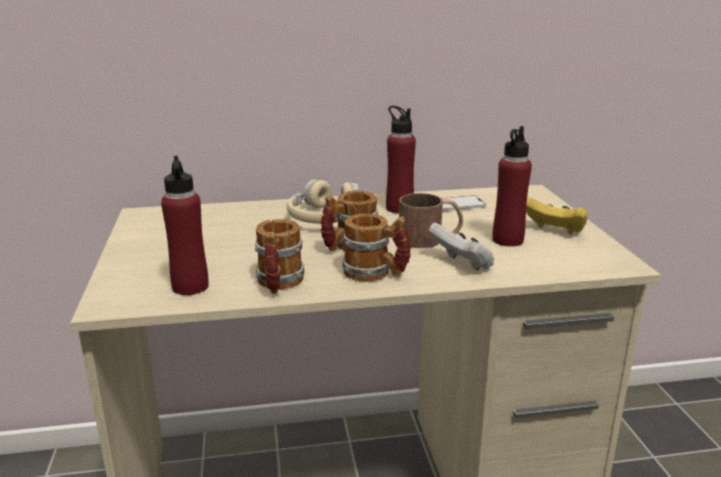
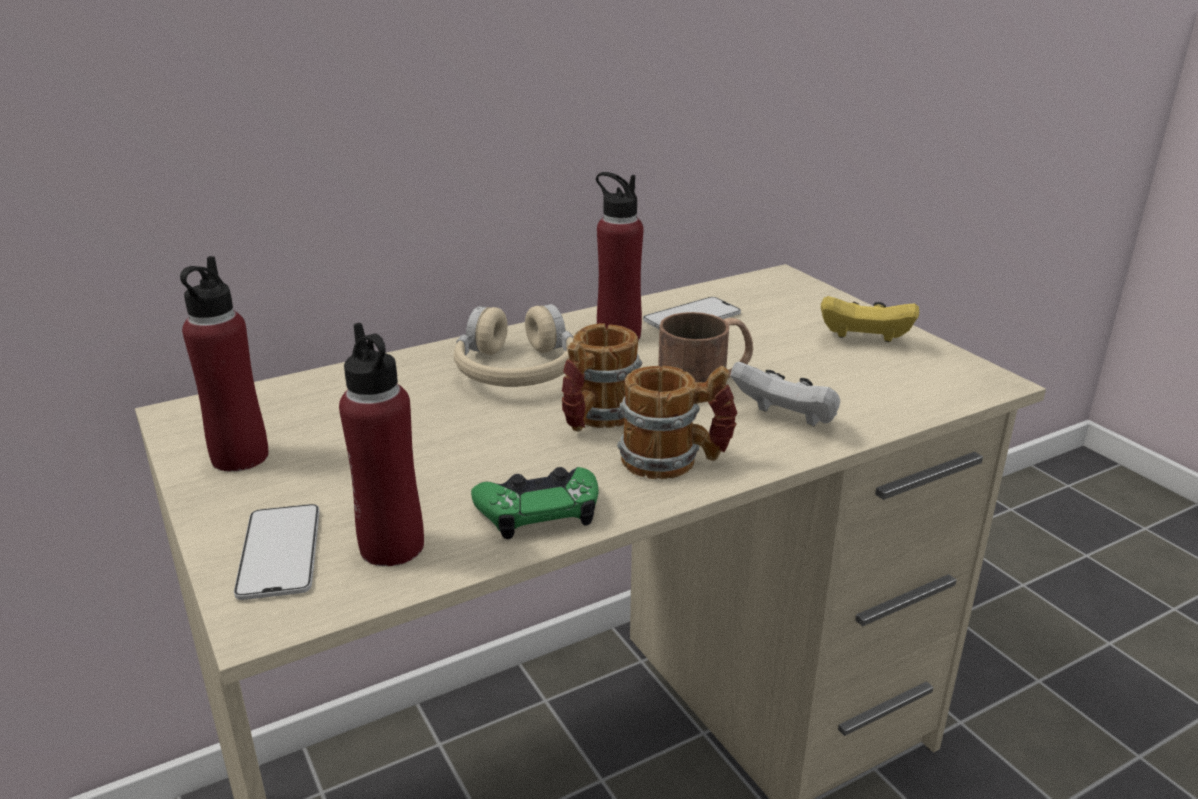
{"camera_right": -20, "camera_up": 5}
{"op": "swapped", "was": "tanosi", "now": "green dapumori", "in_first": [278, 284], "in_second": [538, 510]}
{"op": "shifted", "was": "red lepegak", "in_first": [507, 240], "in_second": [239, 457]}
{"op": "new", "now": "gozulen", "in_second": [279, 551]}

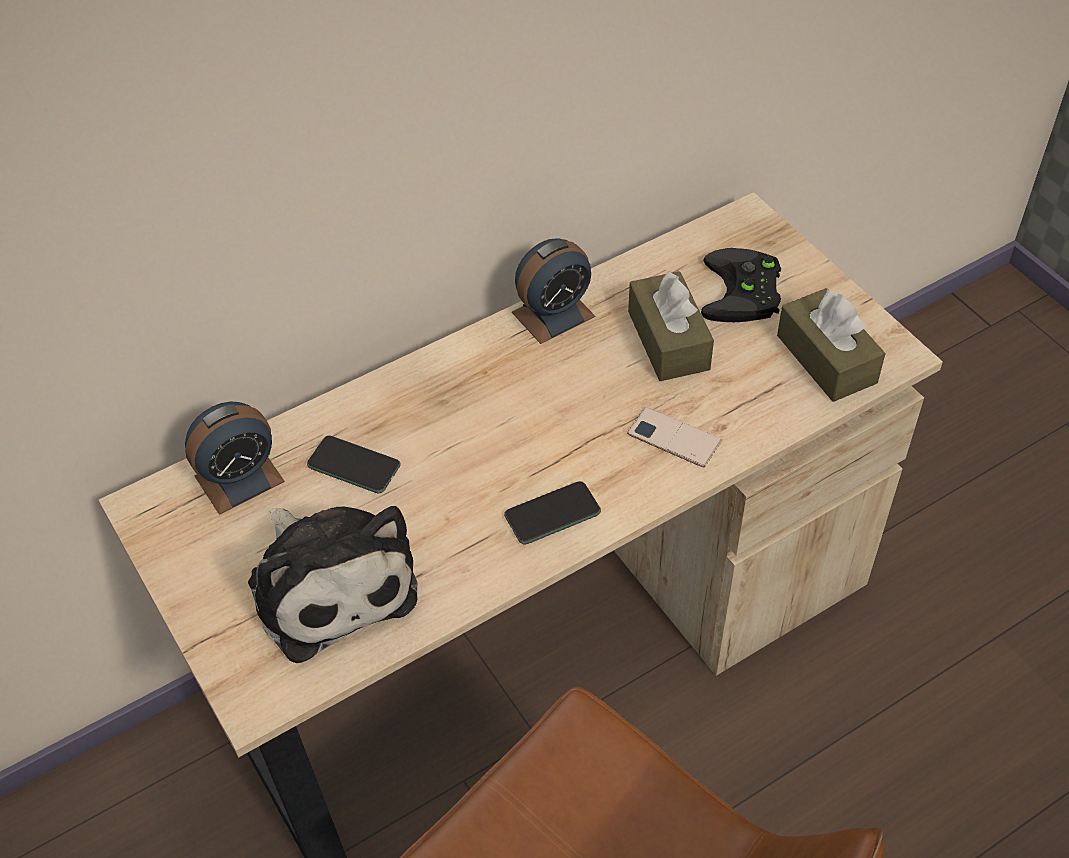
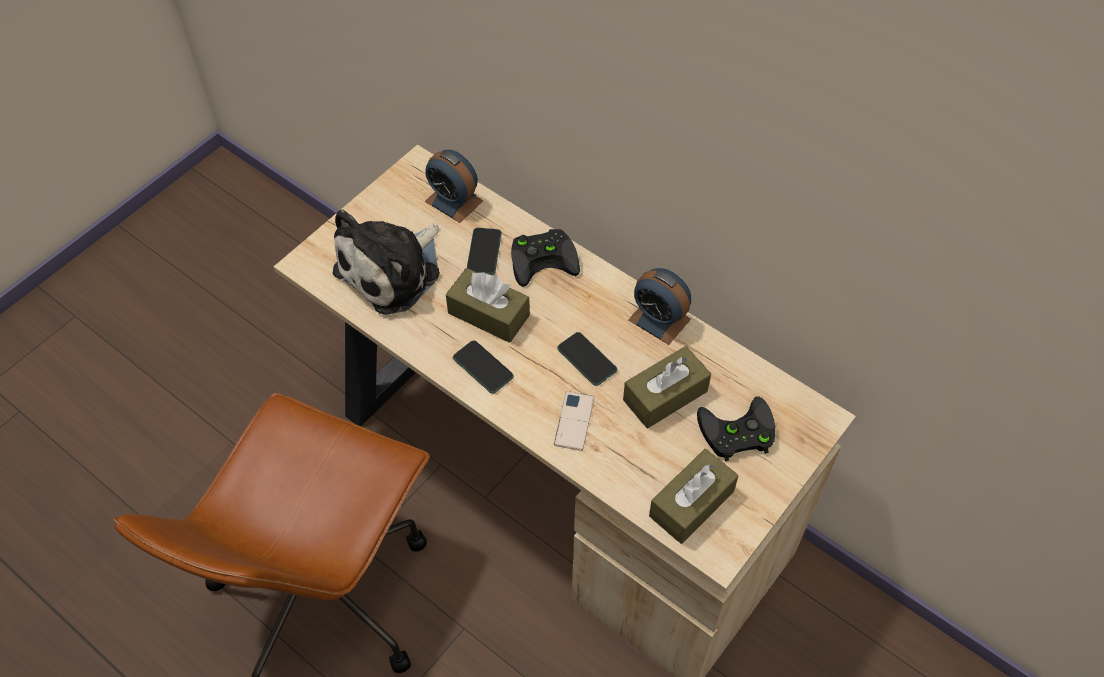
{"camera_right": 70, "camera_up": 5}
{"op": "new", "now": "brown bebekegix", "in_second": [488, 314]}
{"op": "new", "now": "black dapumori", "in_second": [545, 258]}
{"op": "new", "now": "gozulen", "in_second": [587, 359]}

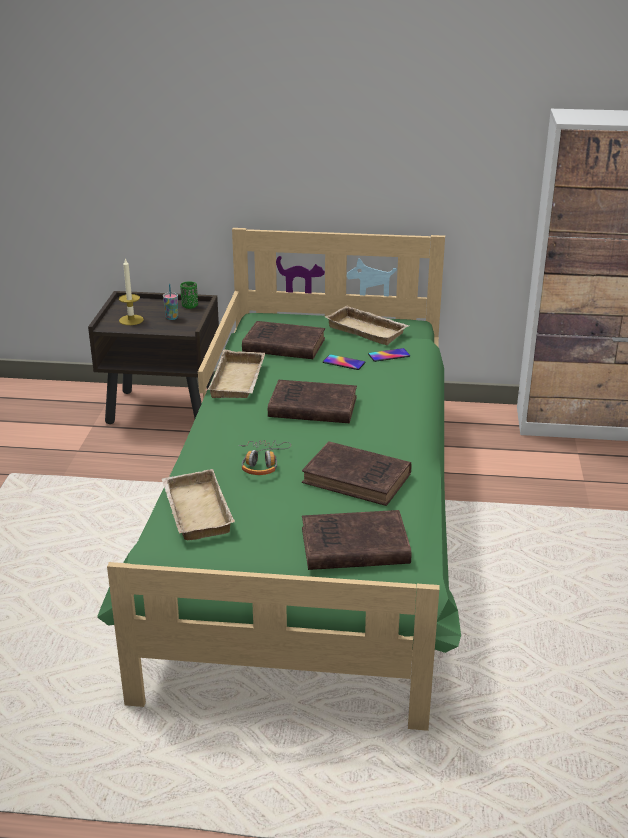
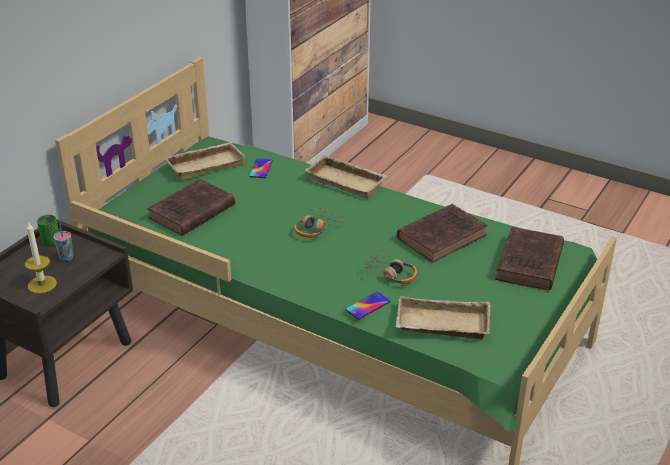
{"camera_right": -65, "camera_up": 5}
{"op": "shifted", "was": "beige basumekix", "in_first": [240, 381], "in_second": [347, 181]}
{"op": "swapped", "was": "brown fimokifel", "now": "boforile", "in_first": [310, 407], "in_second": [317, 228]}
{"op": "shifted", "was": "gozulen", "in_first": [344, 362], "in_second": [367, 306]}

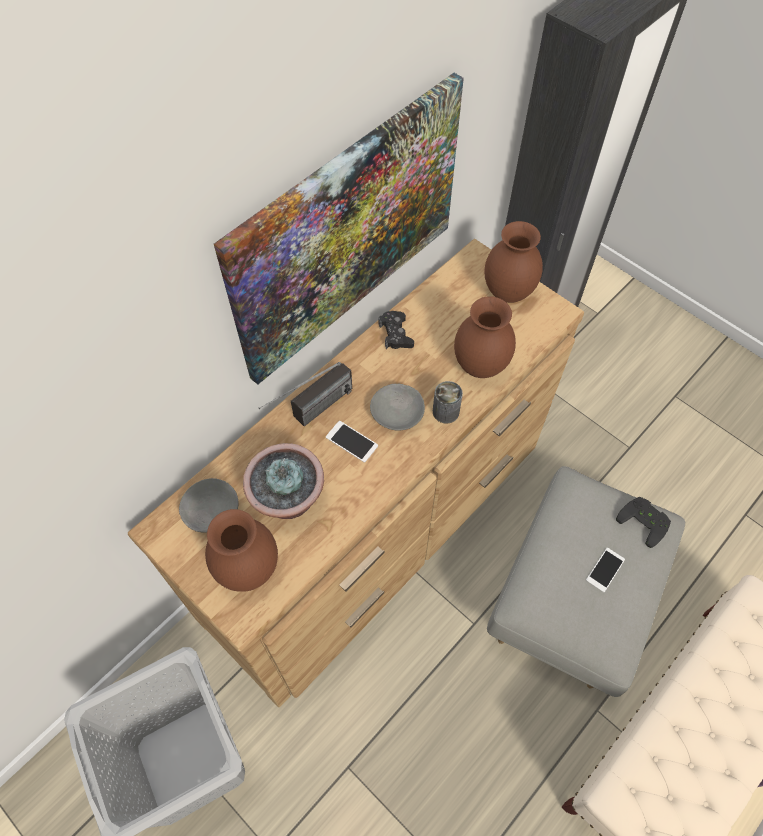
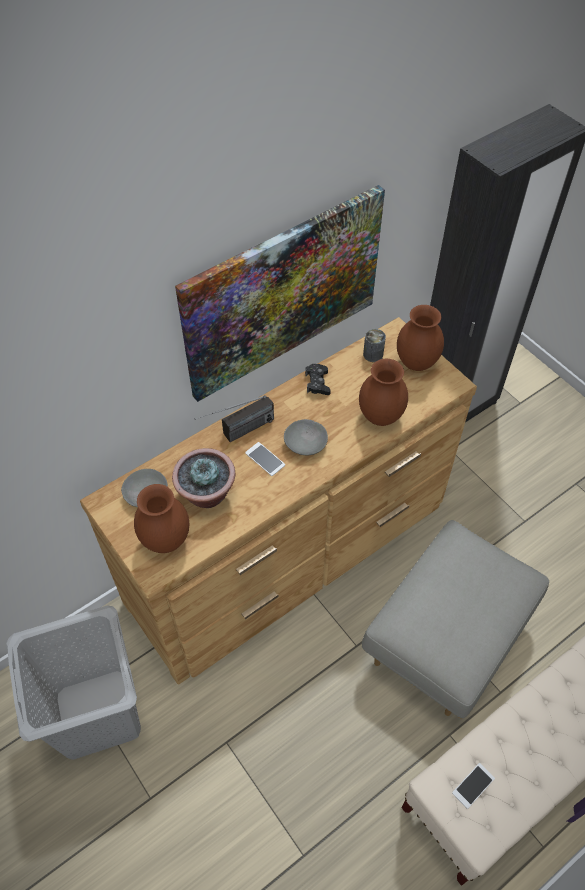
{"camera_right": 10, "camera_up": -5}
{"op": "shifted", "was": "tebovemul", "in_first": [445, 411], "in_second": [373, 354]}
{"op": "shifted", "was": "gozulen", "in_first": [605, 569], "in_second": [473, 785]}
{"op": "gone", "was": "black dapumori", "in_first": [645, 520]}

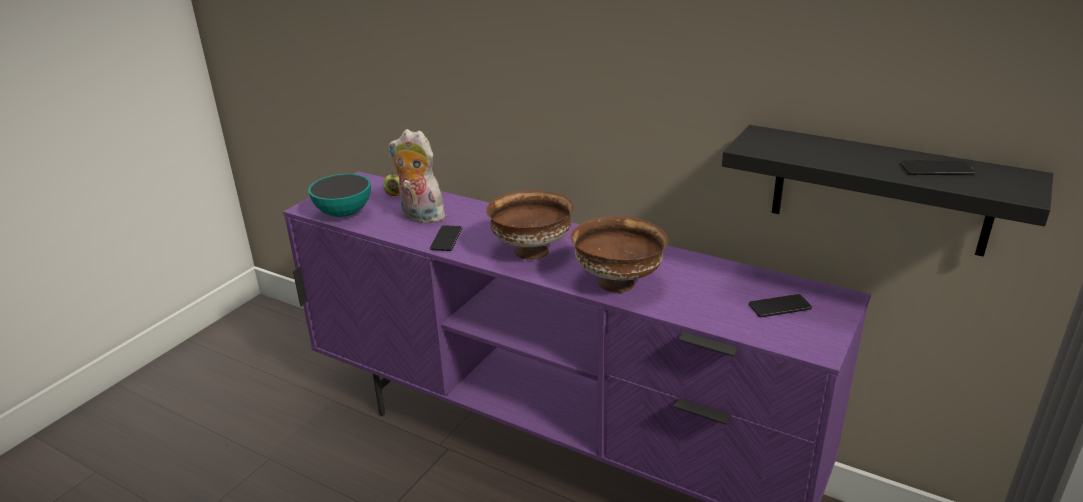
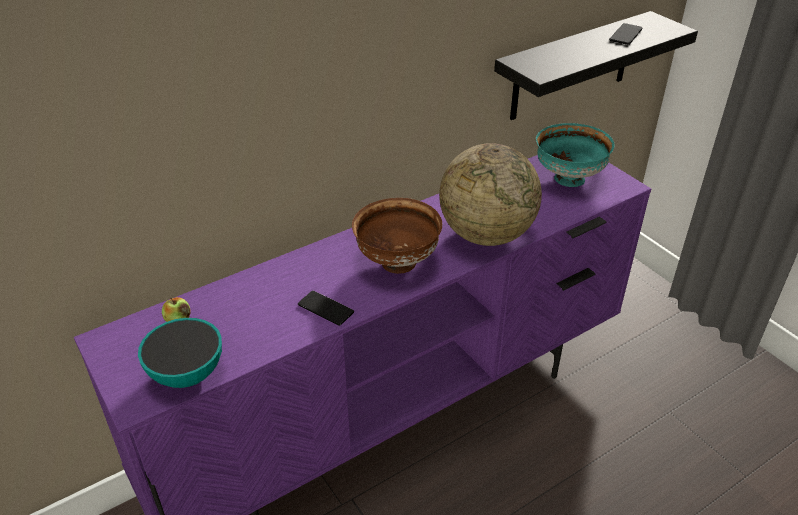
{"camera_right": -65, "camera_up": 10}
{"op": "gone", "was": "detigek", "in_first": [419, 217]}
{"op": "swapped", "was": "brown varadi", "now": "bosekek", "in_first": [617, 282], "in_second": [486, 234]}
{"op": "swapped", "was": "gozulen", "now": "turquoise varadi", "in_first": [779, 306], "in_second": [568, 178]}

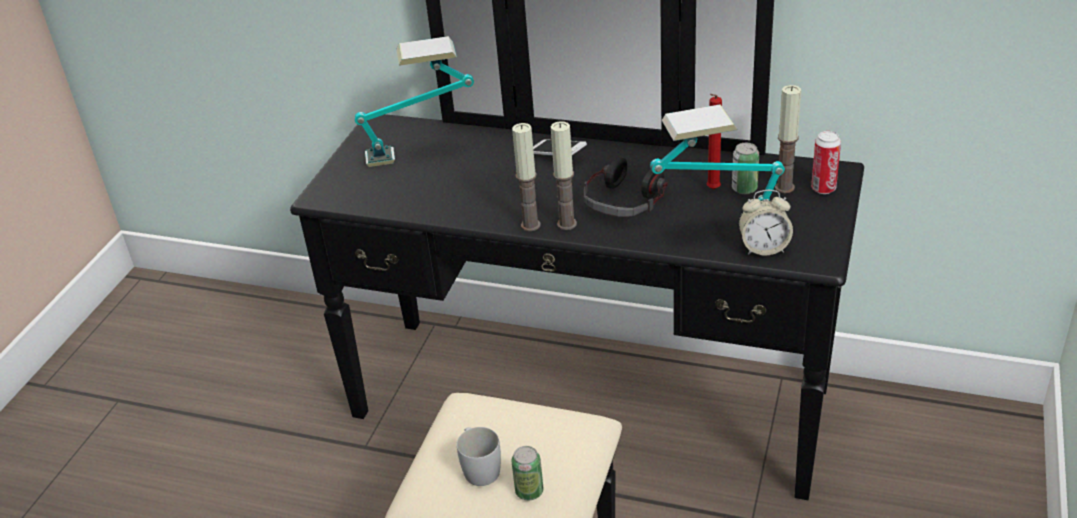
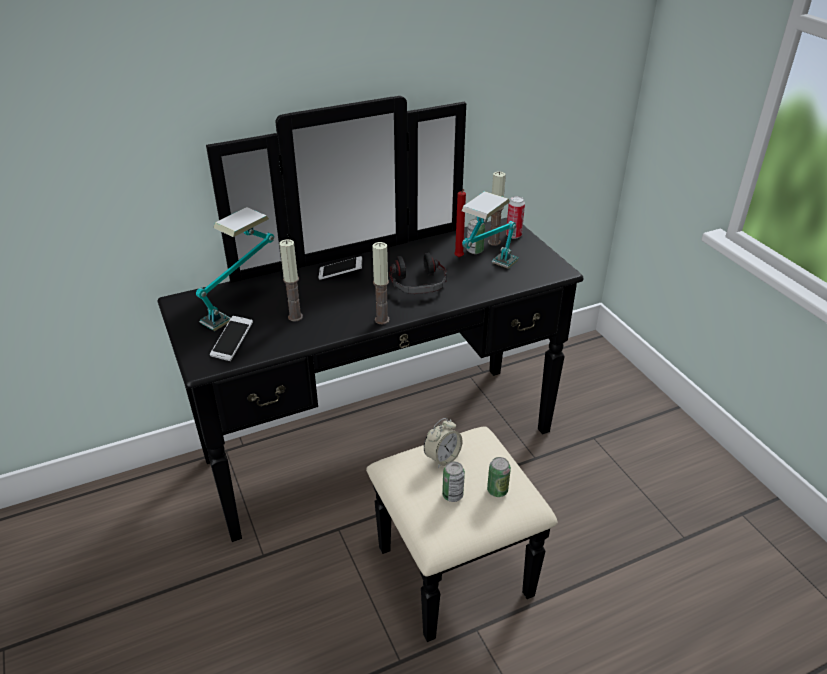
{"camera_right": -45, "camera_up": 0}
{"op": "swapped", "was": "white tanosi", "now": "tebovemul", "in_first": [479, 467], "in_second": [452, 495]}
{"op": "shifted", "was": "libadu", "in_first": [567, 224], "in_second": [295, 317]}
{"op": "shifted", "was": "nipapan", "in_first": [764, 248], "in_second": [442, 458]}
{"op": "new", "now": "gozulen", "in_second": [232, 344]}

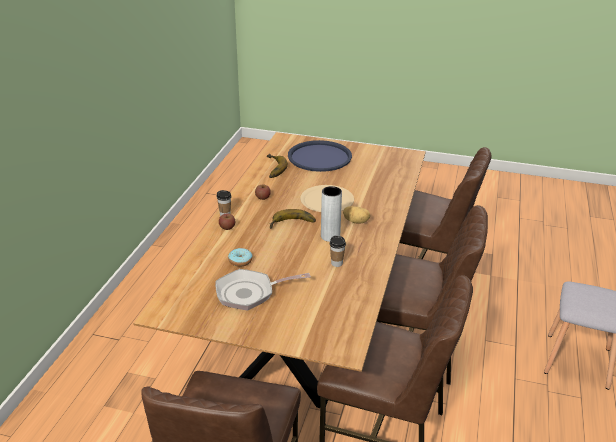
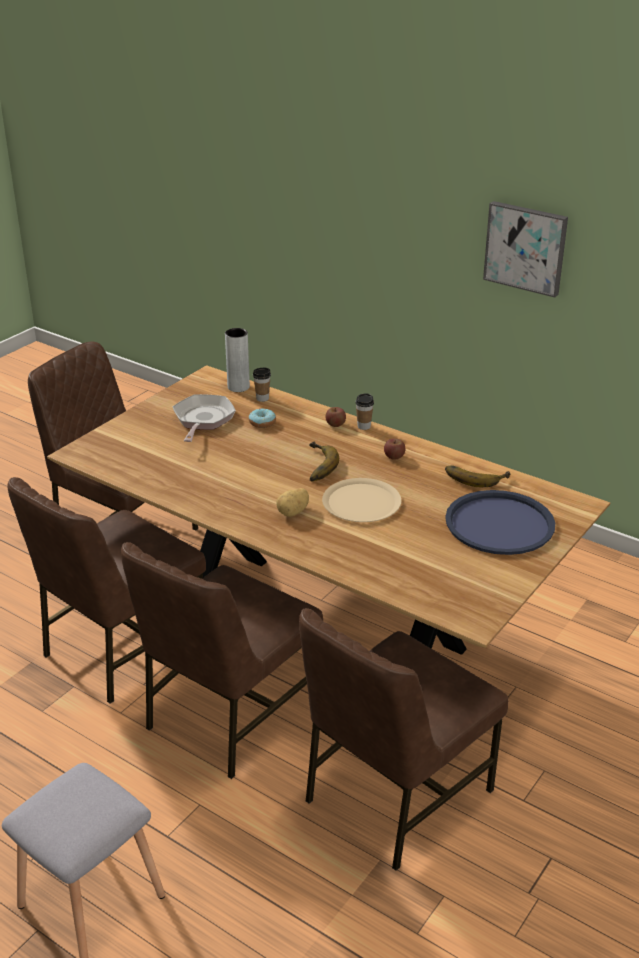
{"camera_right": 110, "camera_up": 0}
{"op": "shifted", "was": "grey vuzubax", "in_first": [330, 236], "in_second": [238, 387]}
{"op": "shifted", "was": "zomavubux", "in_first": [336, 263], "in_second": [262, 398]}
{"op": "new", "now": "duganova", "in_second": [526, 248]}

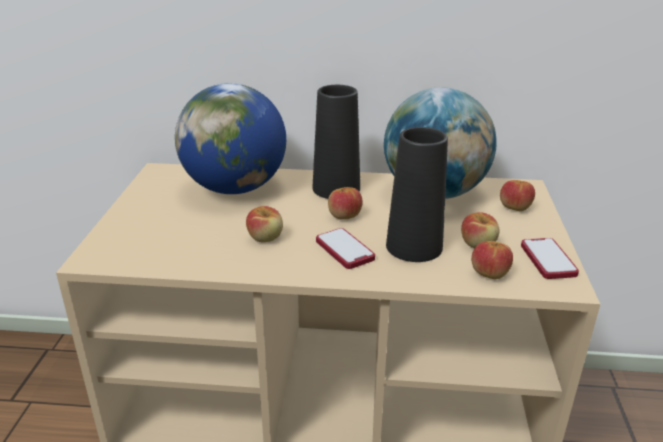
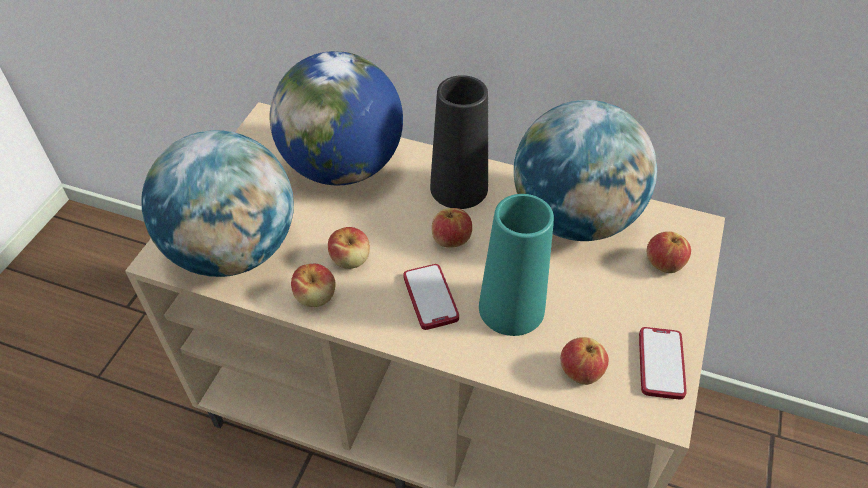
{"camera_right": 15, "camera_up": 20}
{"op": "repainted", "was": "black vuzubax", "now": "turquoise vuzubax", "in_first": [414, 246], "in_second": [511, 308]}
{"op": "shifted", "was": "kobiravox", "in_first": [478, 244], "in_second": [315, 296]}
{"op": "new", "now": "bosekek", "in_second": [234, 250]}

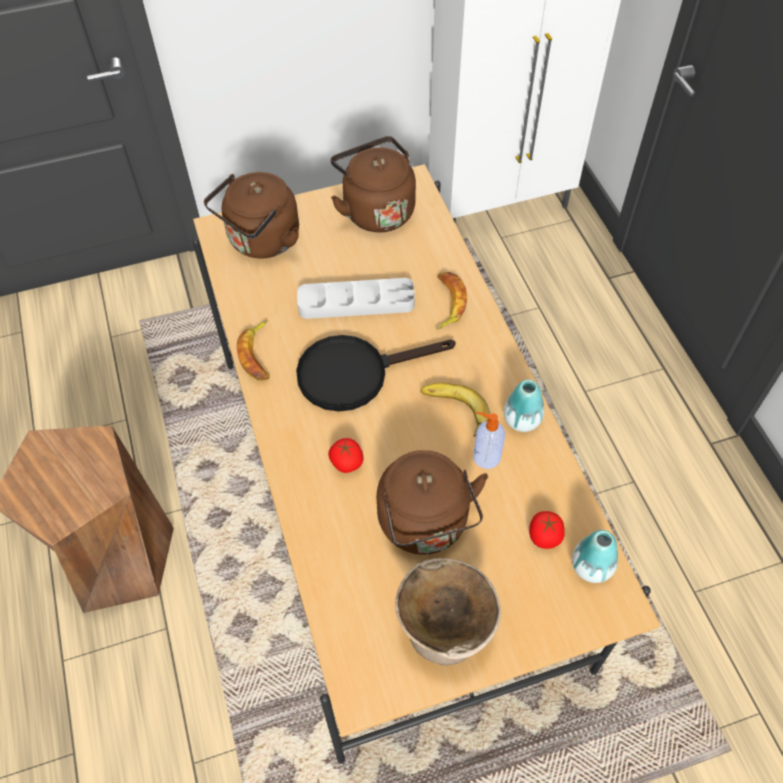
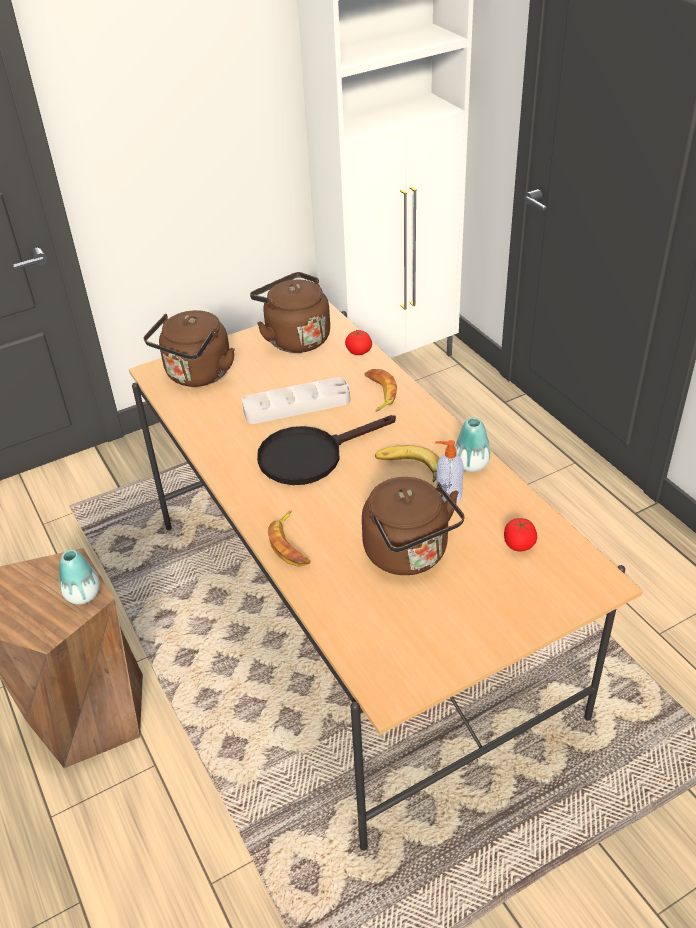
{"camera_right": -10, "camera_up": -15}
{"op": "shifted", "was": "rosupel", "in_first": [258, 355], "in_second": [291, 544]}
{"op": "shifted", "was": "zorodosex", "in_first": [347, 462], "in_second": [359, 352]}
{"op": "gone", "was": "beige varadi", "in_first": [444, 630]}
{"op": "shifted", "was": "vuzubax", "in_first": [591, 566], "in_second": [83, 595]}

